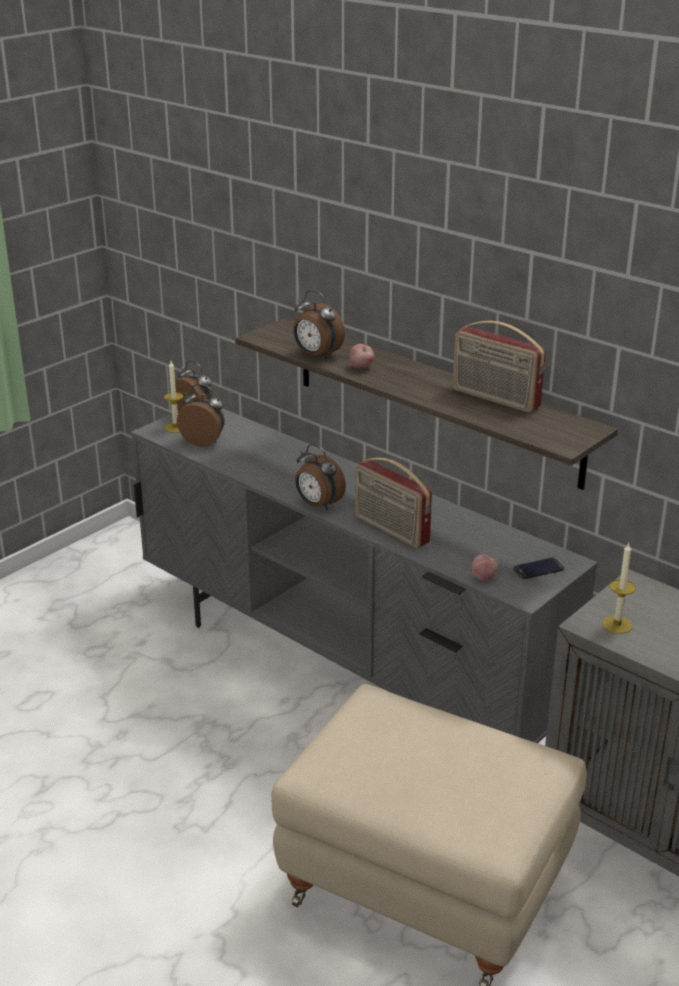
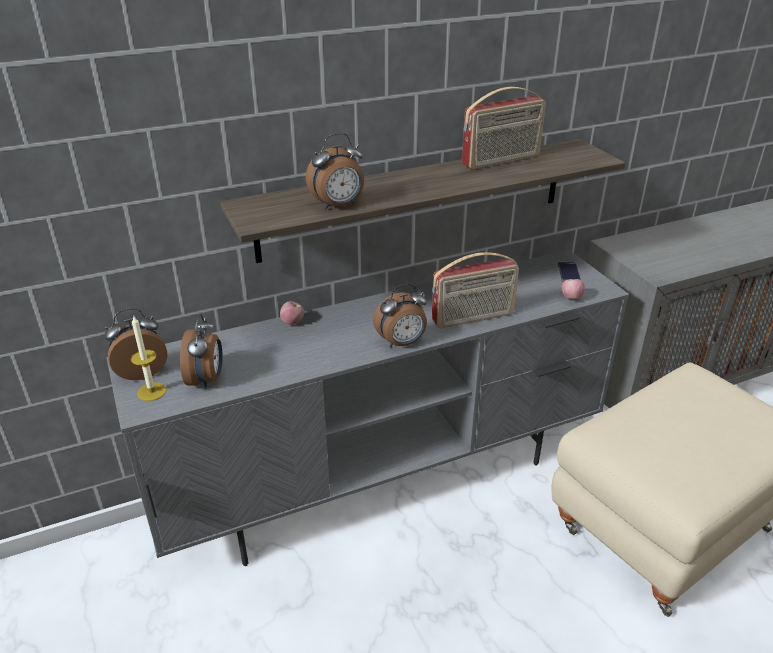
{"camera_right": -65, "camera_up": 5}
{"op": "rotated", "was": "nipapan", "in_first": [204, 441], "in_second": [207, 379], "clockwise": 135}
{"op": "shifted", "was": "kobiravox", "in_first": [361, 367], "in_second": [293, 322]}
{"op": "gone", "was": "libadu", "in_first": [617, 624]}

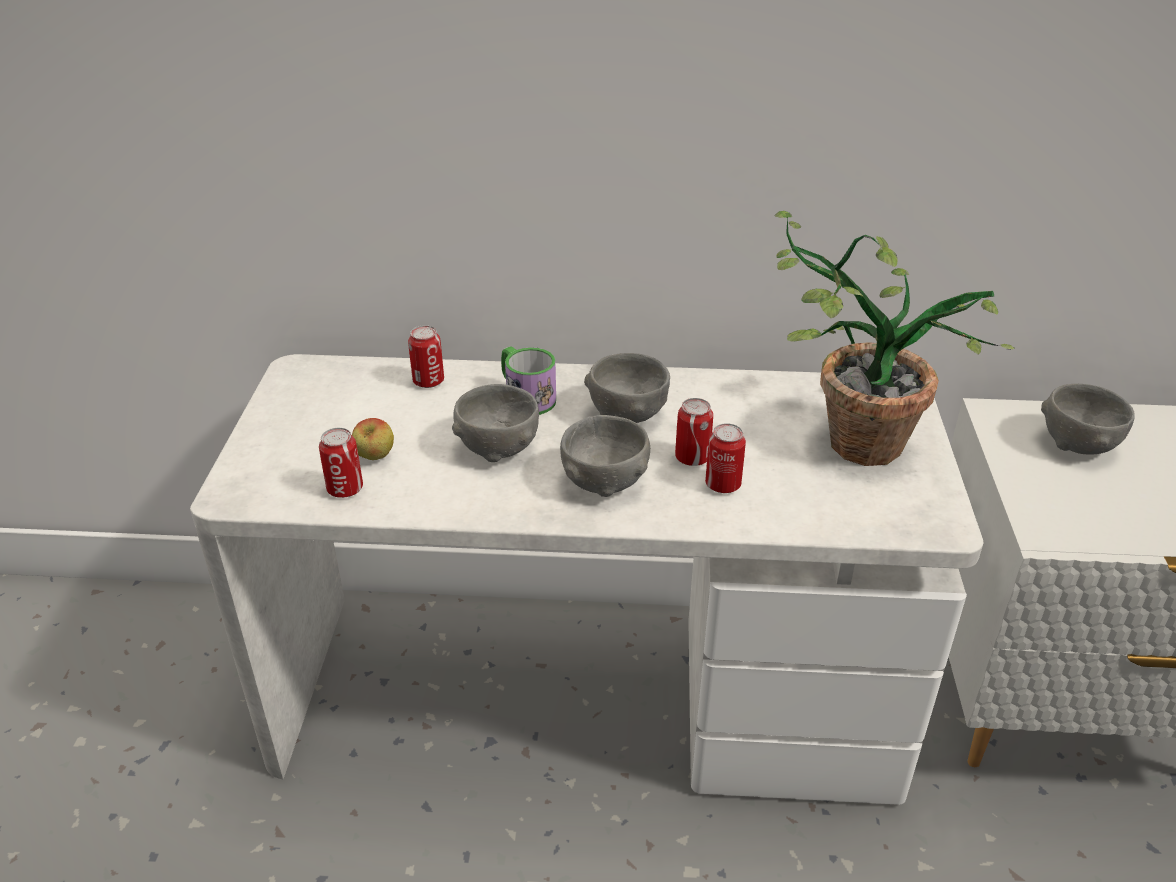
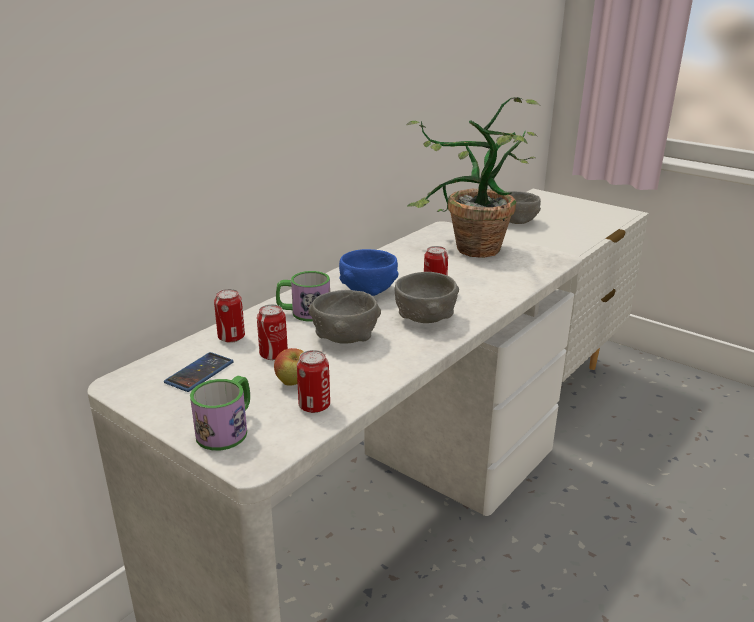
{"camera_right": -55, "camera_up": -10}
{"op": "repainted", "was": "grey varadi", "now": "blue varadi", "in_first": [627, 413], "in_second": [368, 291]}
{"op": "shifted", "was": "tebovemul", "in_first": [723, 484], "in_second": [273, 355]}
{"op": "new", "now": "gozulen", "in_second": [199, 372]}
{"op": "new", "now": "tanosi", "in_second": [227, 429]}

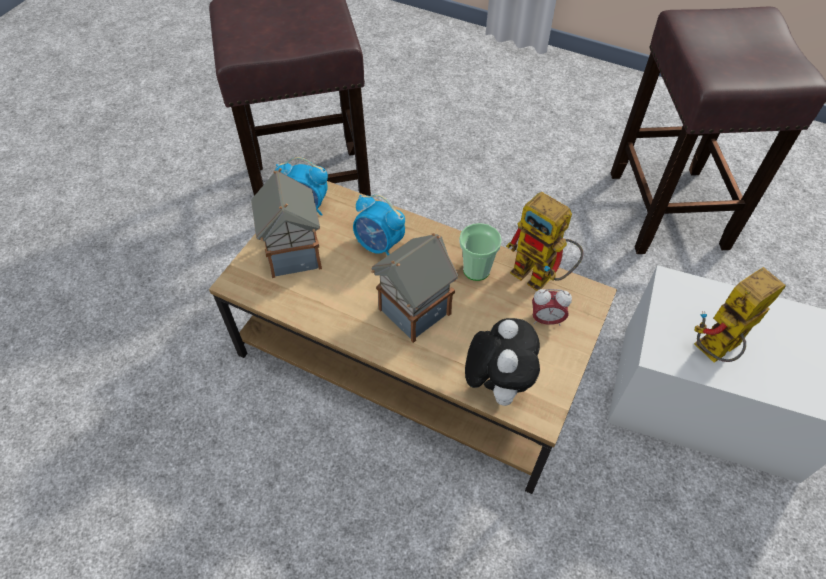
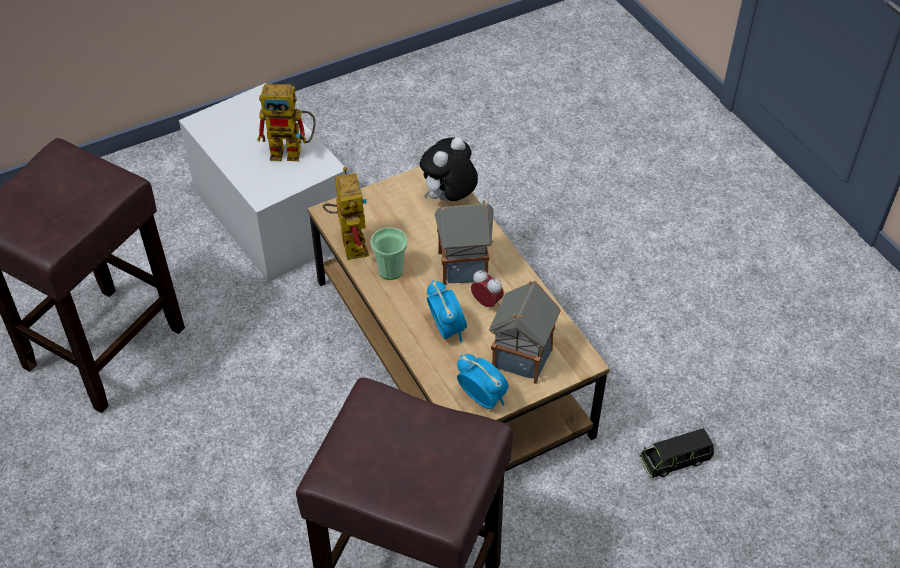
{"camera_right": -145, "camera_up": -5}
{"op": "shifted", "was": "nipapan", "in_first": [546, 320], "in_second": [487, 303]}
{"op": "new", "now": "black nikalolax", "in_second": [675, 461]}

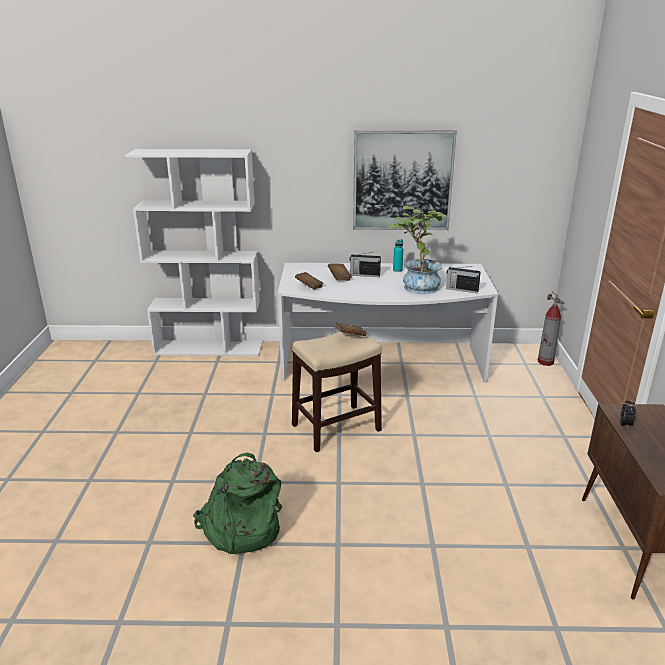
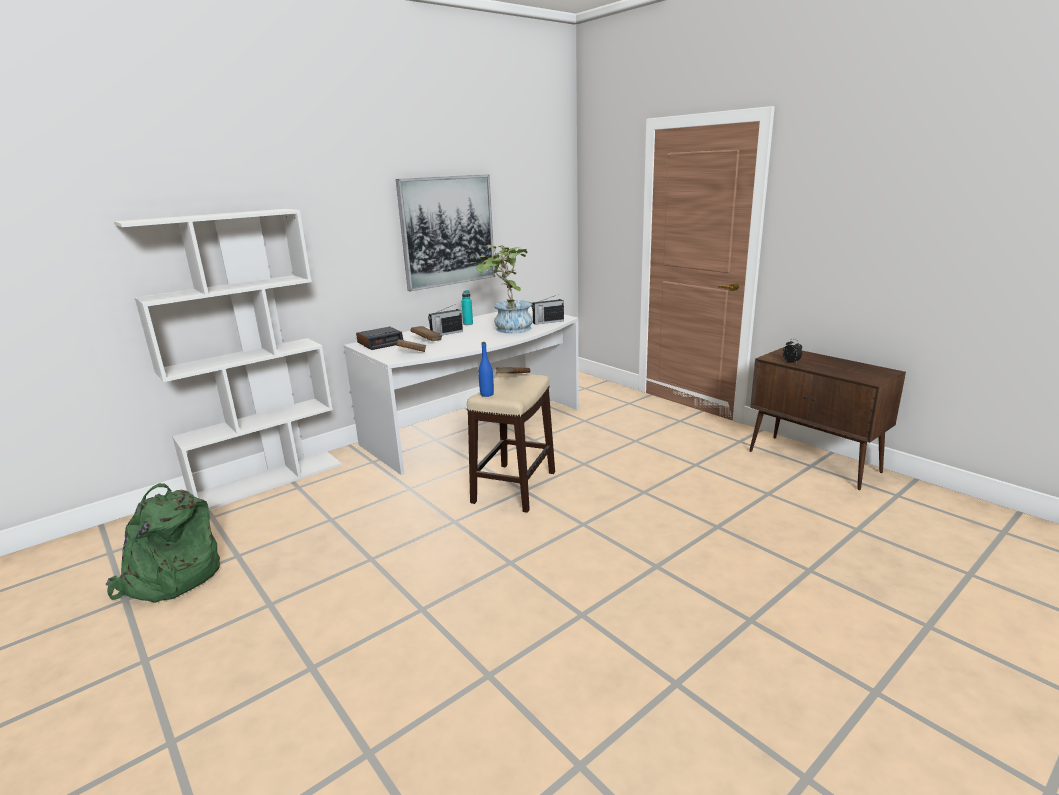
{"camera_right": -40, "camera_up": -5}
{"op": "shifted", "was": "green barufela", "in_first": [240, 528], "in_second": [171, 578]}
{"op": "gone", "was": "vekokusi", "in_first": [545, 362]}
{"op": "new", "now": "nipapan", "in_second": [380, 343]}
{"op": "new", "now": "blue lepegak", "in_second": [487, 394]}

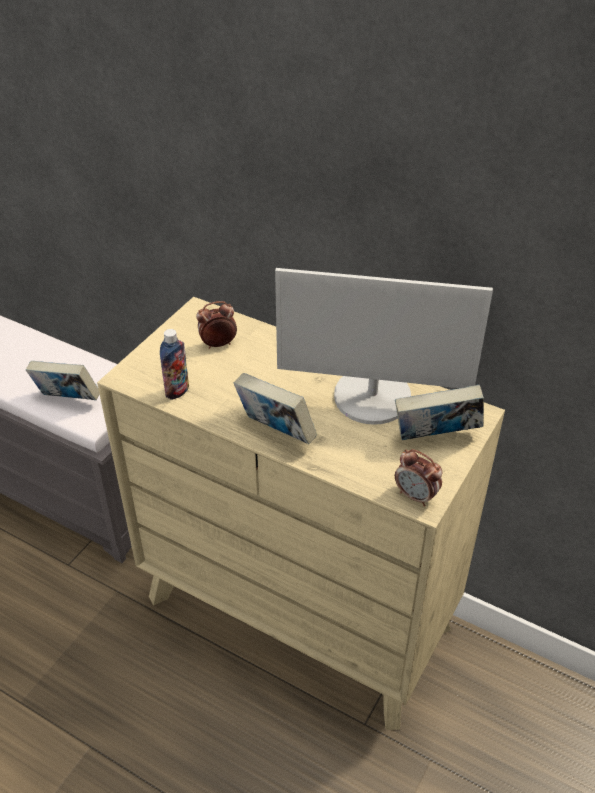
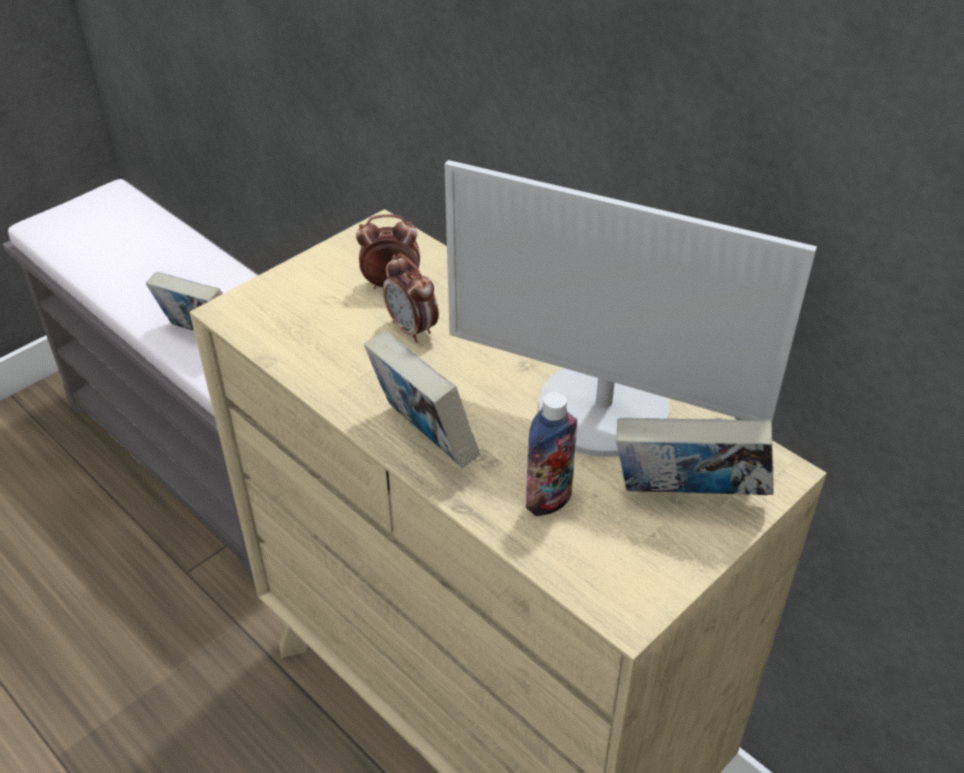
{"camera_right": 15, "camera_up": 0}
{"op": "shifted", "was": "lepegak", "in_first": [177, 391], "in_second": [548, 500]}
{"op": "shifted", "was": "nipapan", "in_first": [416, 496], "in_second": [412, 329]}

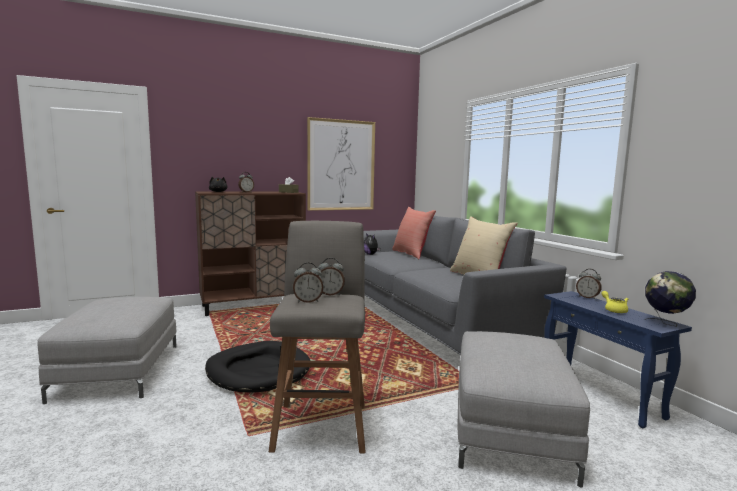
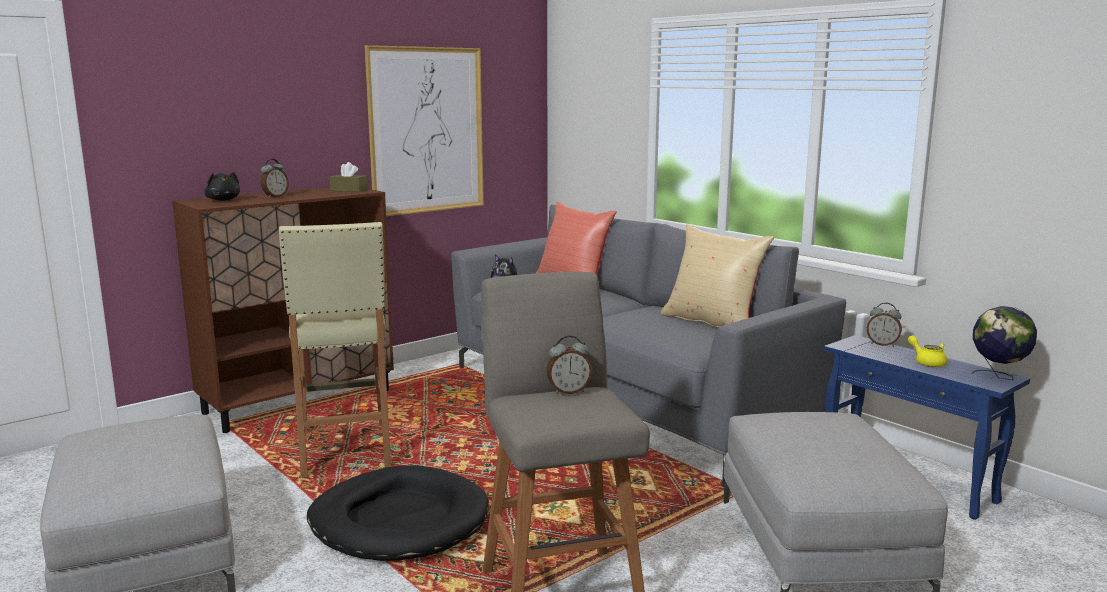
{"camera_right": -15, "camera_up": 5}
{"op": "gone", "was": "nipapan", "in_first": [308, 301]}
{"op": "new", "now": "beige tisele", "in_second": [344, 450]}

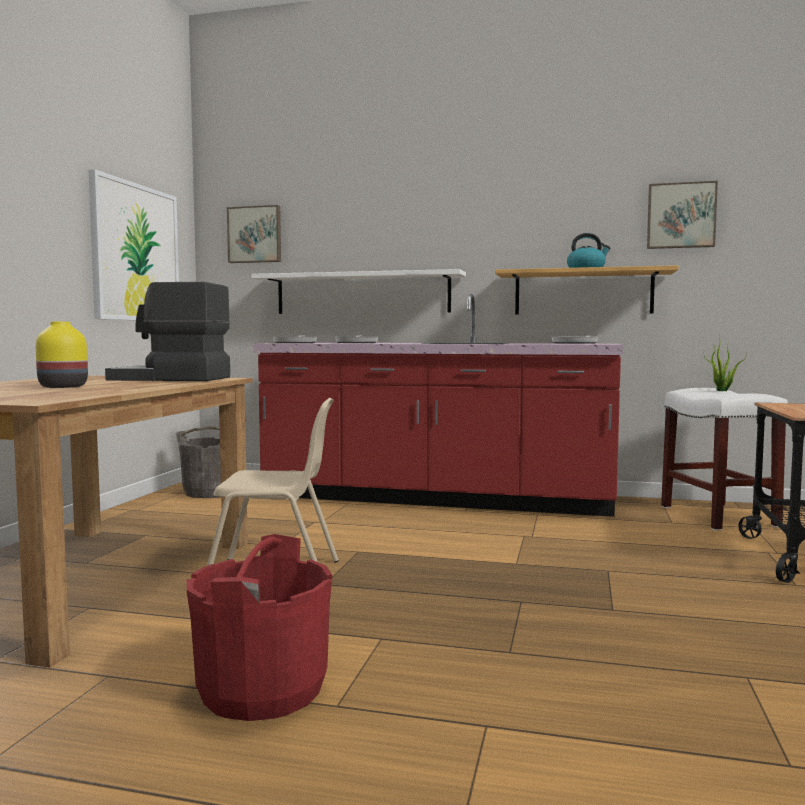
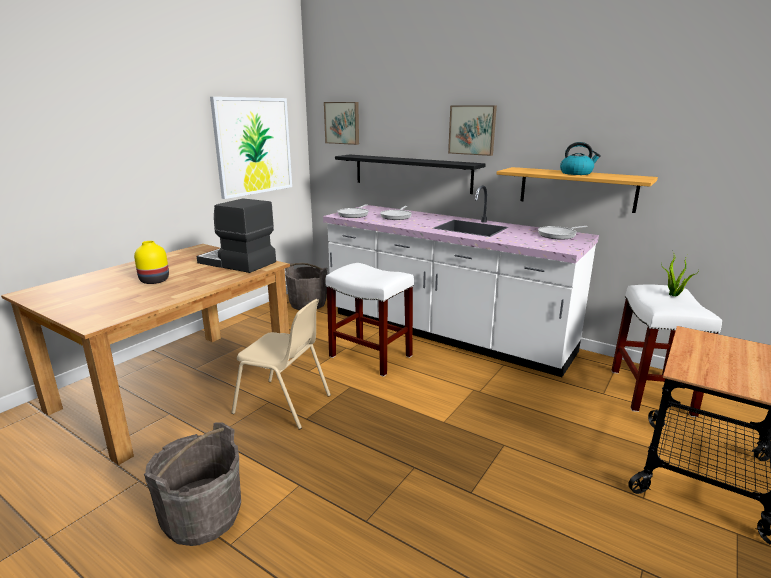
{"camera_right": 20, "camera_up": 15}
{"op": "repainted", "was": "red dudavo", "now": "grey dudavo", "in_first": [262, 690], "in_second": [202, 517]}
{"op": "repainted", "was": "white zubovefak", "now": "black zubovefak", "in_first": [362, 293], "in_second": [411, 173]}
{"op": "repainted", "was": "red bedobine", "now": "white bedobine", "in_first": [436, 499], "in_second": [444, 333]}
{"op": "shifted", "was": "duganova", "in_first": [681, 216], "in_second": [472, 130]}
{"op": "new", "now": "white tisele", "in_second": [371, 356]}

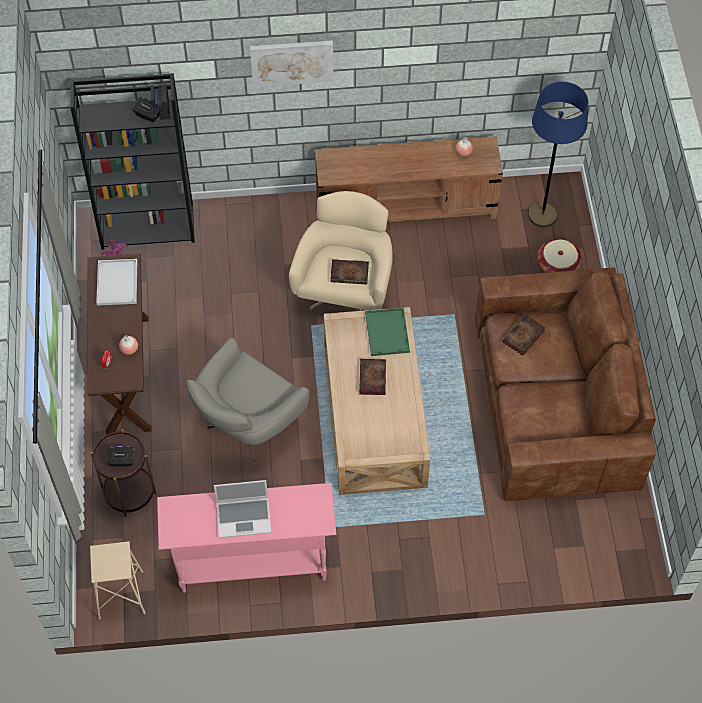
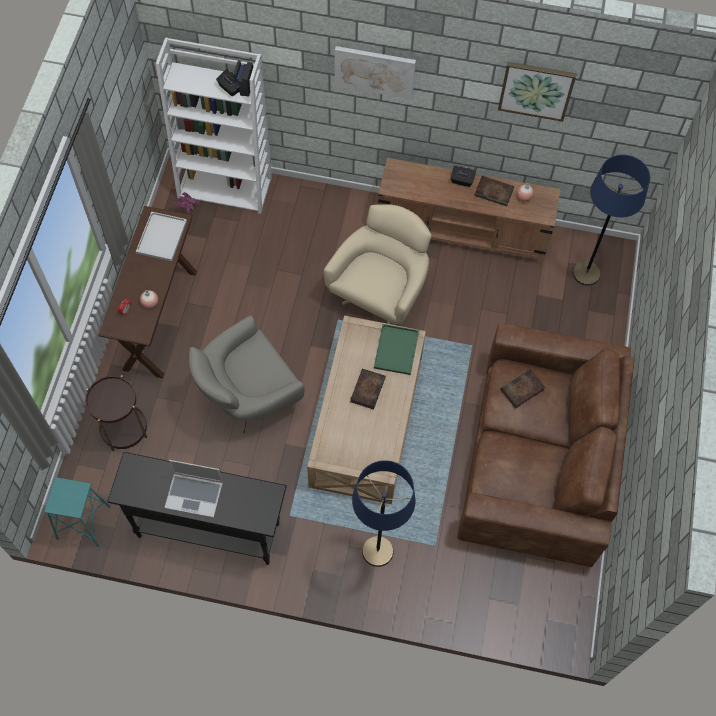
{"camera_right": 15, "camera_up": 5}
{"op": "repainted", "was": "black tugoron", "now": "white tugoron", "in_first": [148, 225], "in_second": [226, 187]}
{"op": "repainted", "was": "beige tisele", "now": "turquoise tisele", "in_first": [121, 595], "in_second": [83, 523]}
{"op": "shifted", "was": "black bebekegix", "in_first": [121, 461], "in_second": [462, 181]}
{"op": "repainted", "was": "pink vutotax", "now": "black vutotax", "in_first": [252, 564], "in_second": [208, 529]}
{"op": "shifted", "was": "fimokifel", "in_first": [350, 273], "in_second": [495, 192]}
{"op": "gone", "was": "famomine", "in_first": [558, 266]}
{"op": "new", "now": "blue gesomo", "in_second": [377, 551]}
{"op": "new", "now": "duganova", "in_second": [536, 90]}

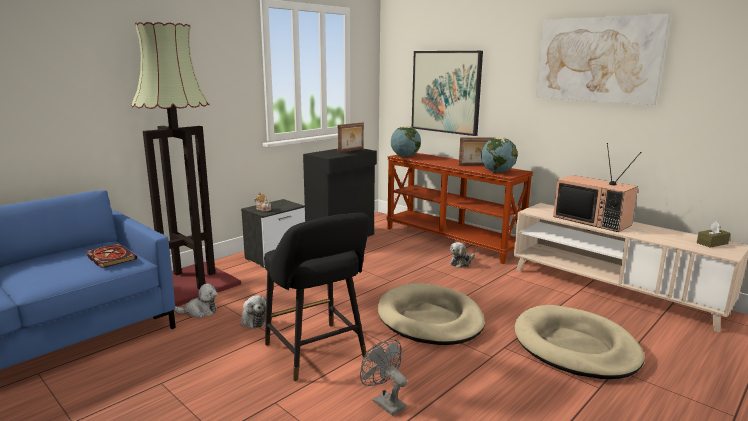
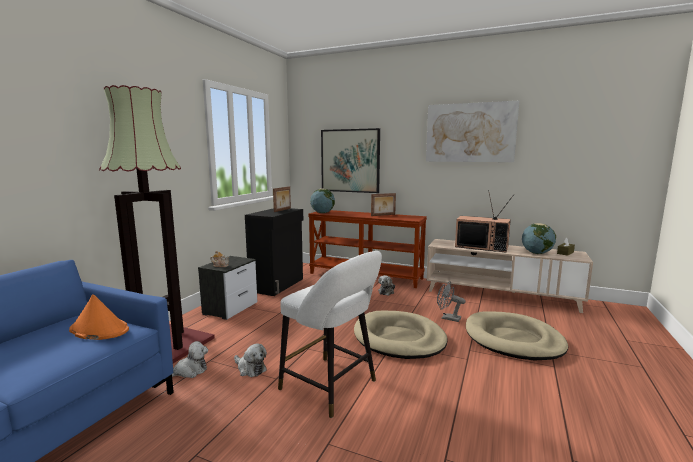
{"camera_right": -20, "camera_up": -5}
{"op": "swapped", "was": "fimokifel", "now": "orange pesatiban", "in_first": [109, 257], "in_second": [99, 330]}
{"op": "repainted", "was": "black tisele", "now": "white tisele", "in_first": [317, 353], "in_second": [332, 387]}
{"op": "shifted", "was": "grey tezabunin", "in_first": [384, 402], "in_second": [447, 318]}
{"op": "shifted", "was": "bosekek", "in_first": [497, 172], "in_second": [536, 253]}

